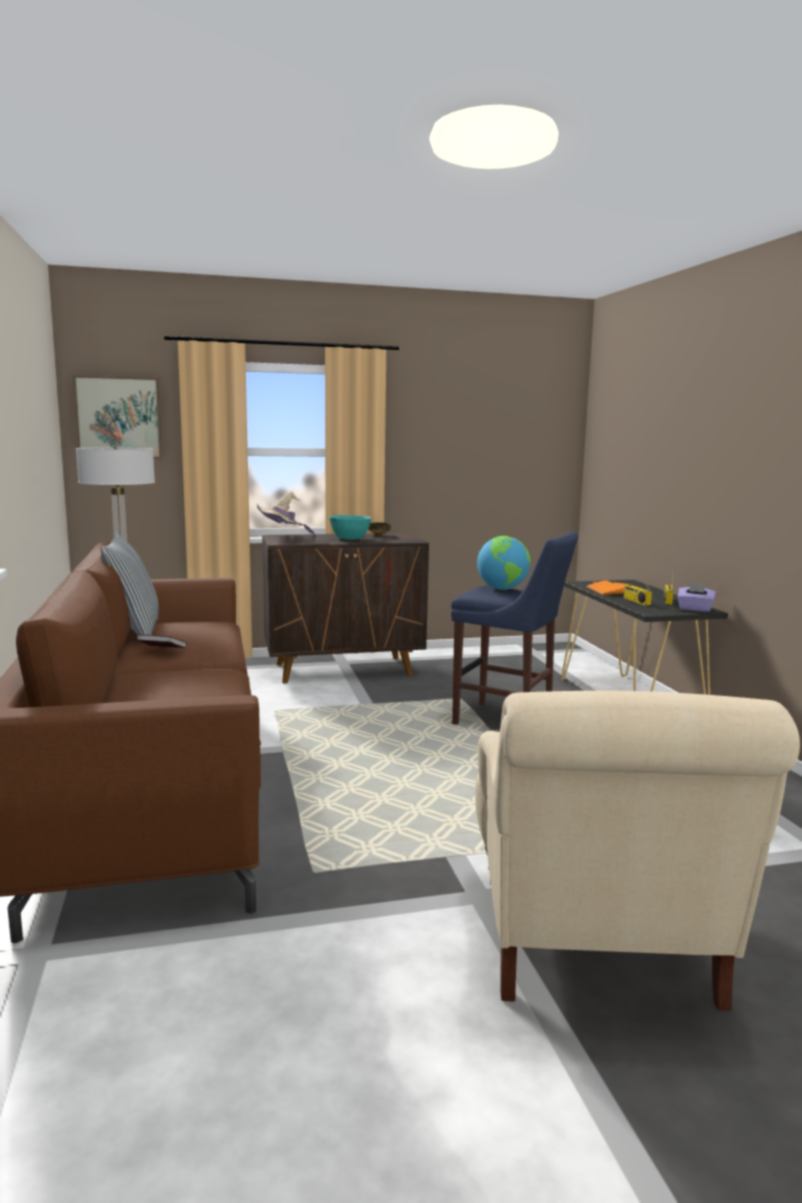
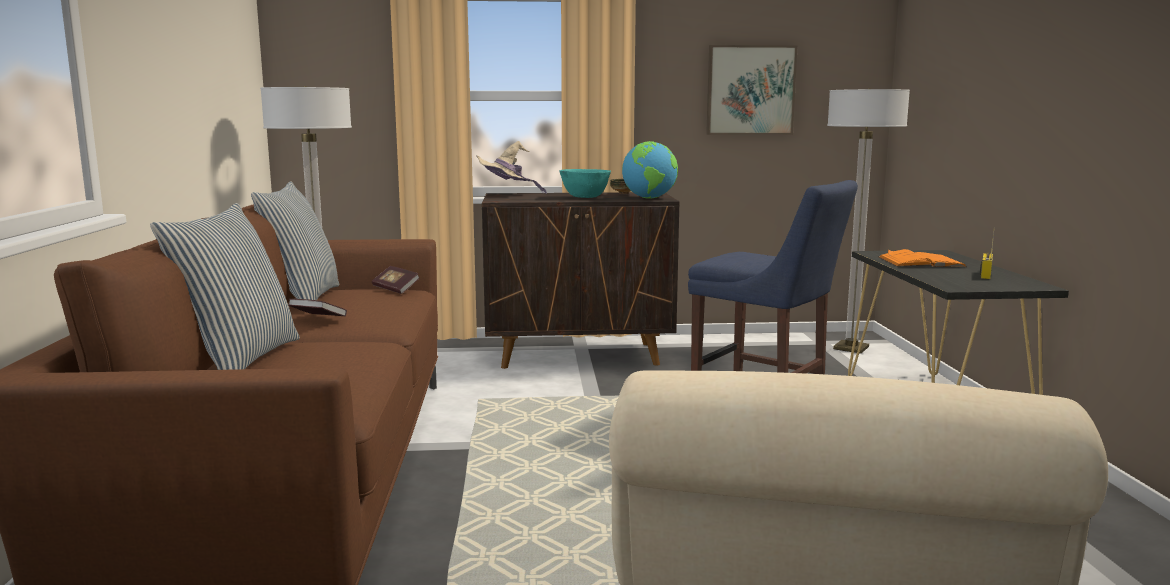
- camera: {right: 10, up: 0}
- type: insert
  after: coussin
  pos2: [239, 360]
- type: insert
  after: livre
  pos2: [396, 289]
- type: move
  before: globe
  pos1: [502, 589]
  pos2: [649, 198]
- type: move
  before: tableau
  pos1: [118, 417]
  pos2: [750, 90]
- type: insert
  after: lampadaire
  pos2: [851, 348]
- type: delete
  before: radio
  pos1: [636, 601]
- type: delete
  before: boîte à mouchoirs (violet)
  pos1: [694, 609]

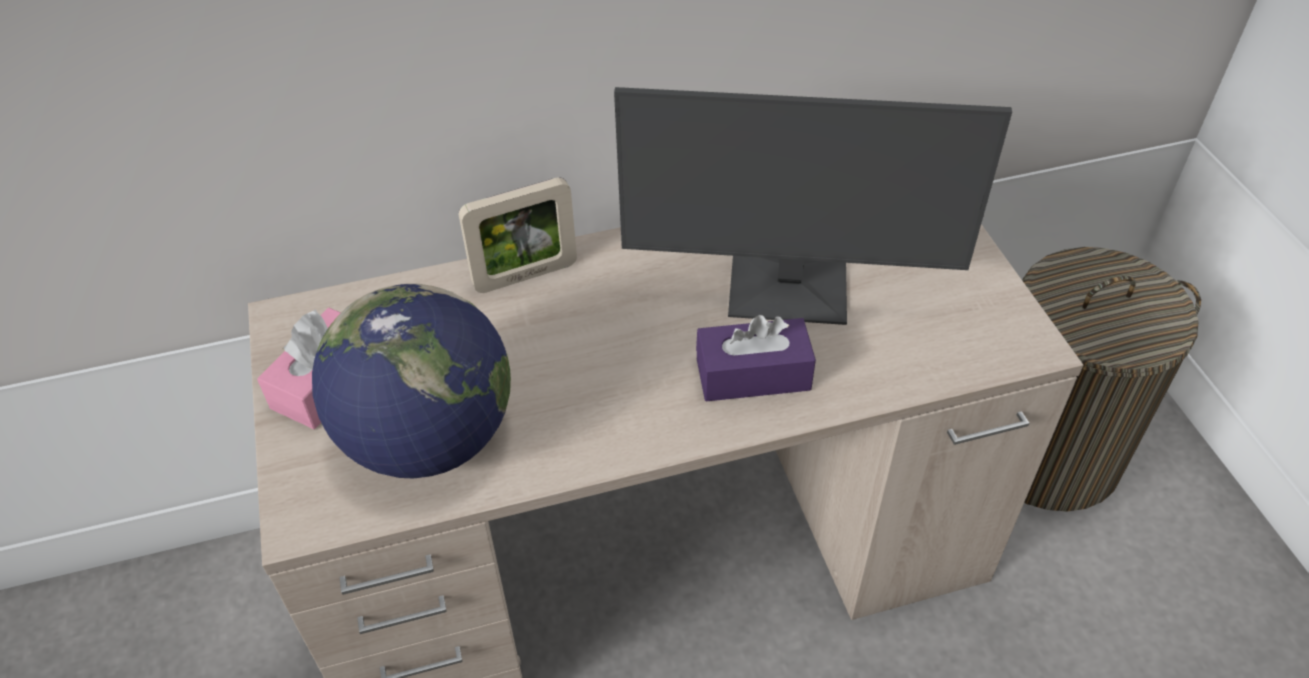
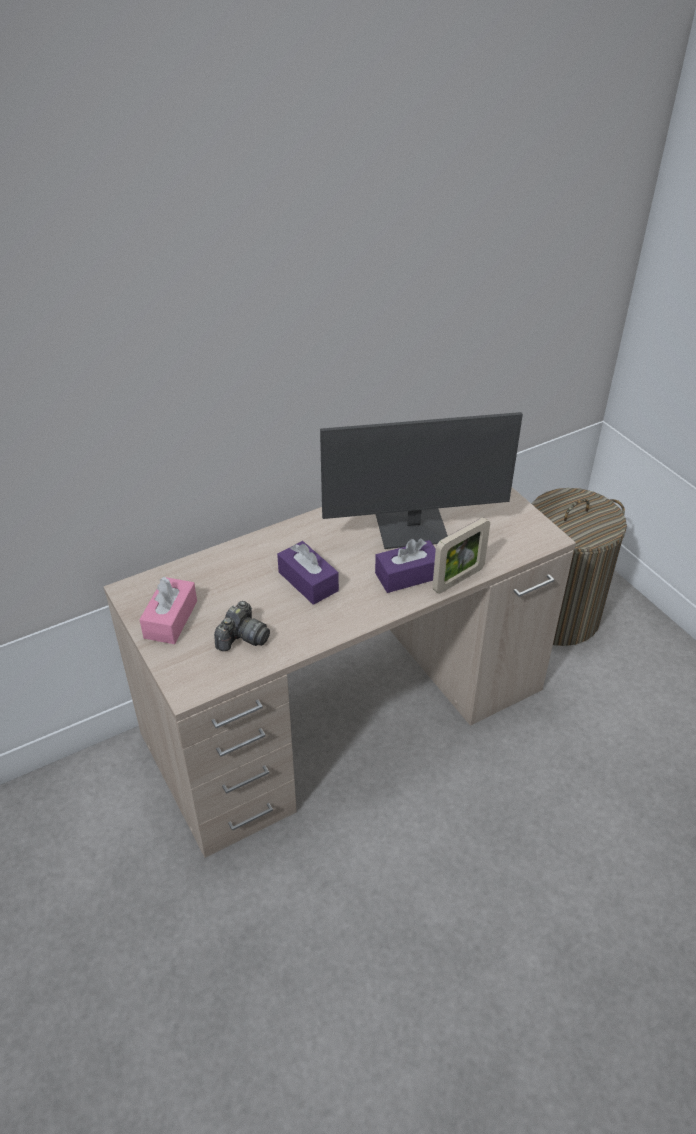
- camera: {right: -15, up: -5}
- type: replace
  before: globe
  after: appareil photo
  pos1: [429, 439]
  pos2: [242, 638]
- type: insert
  after: boîte à mouchoirs (violet)
  pos2: [308, 581]
- type: move
  before: cadre photo
  pos1: [525, 276]
  pos2: [458, 579]

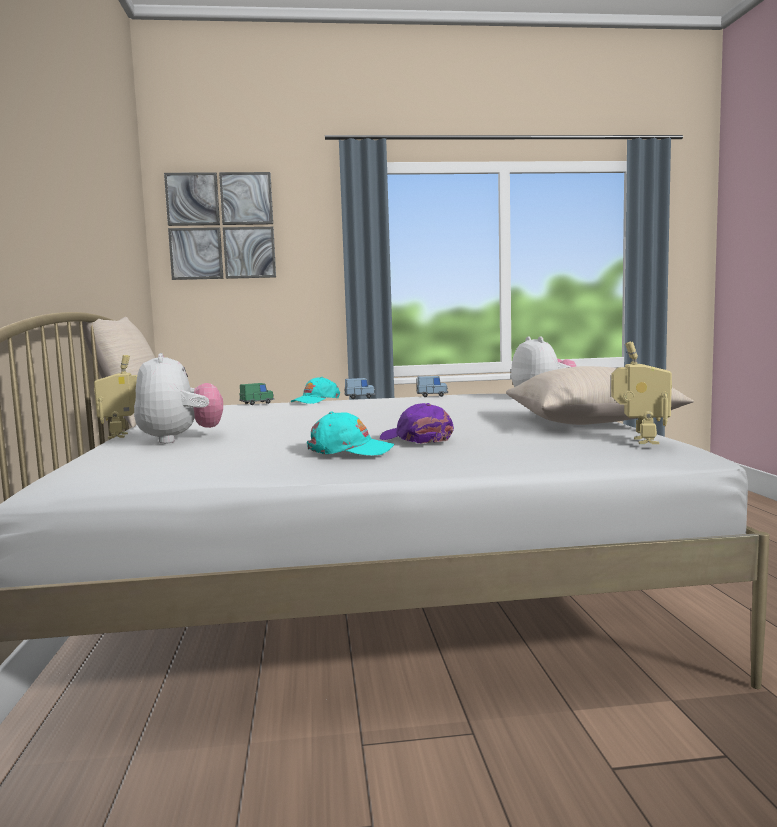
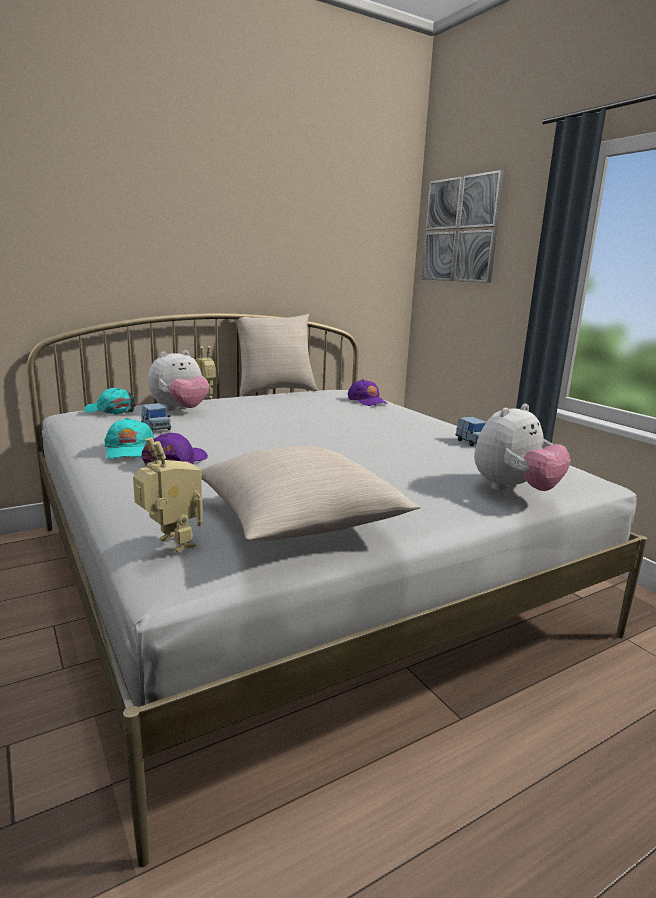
- camera: {right: 65, up: 10}
- type: move
  before: casquette (turquoise)
  pos1: [315, 401]
  pos2: [110, 410]
- type: rotate
  before: robot jouet
  pos1: [639, 441]
  pos2: [171, 544]
  turn: -120
- type: move
  before: petite voiture (bleu)
  pos1: [359, 397]
  pos2: [156, 428]
- type: replace
  before: petite voiture (vert)
  after: casquette (violet)
  pos1: [257, 403]
  pos2: [367, 401]

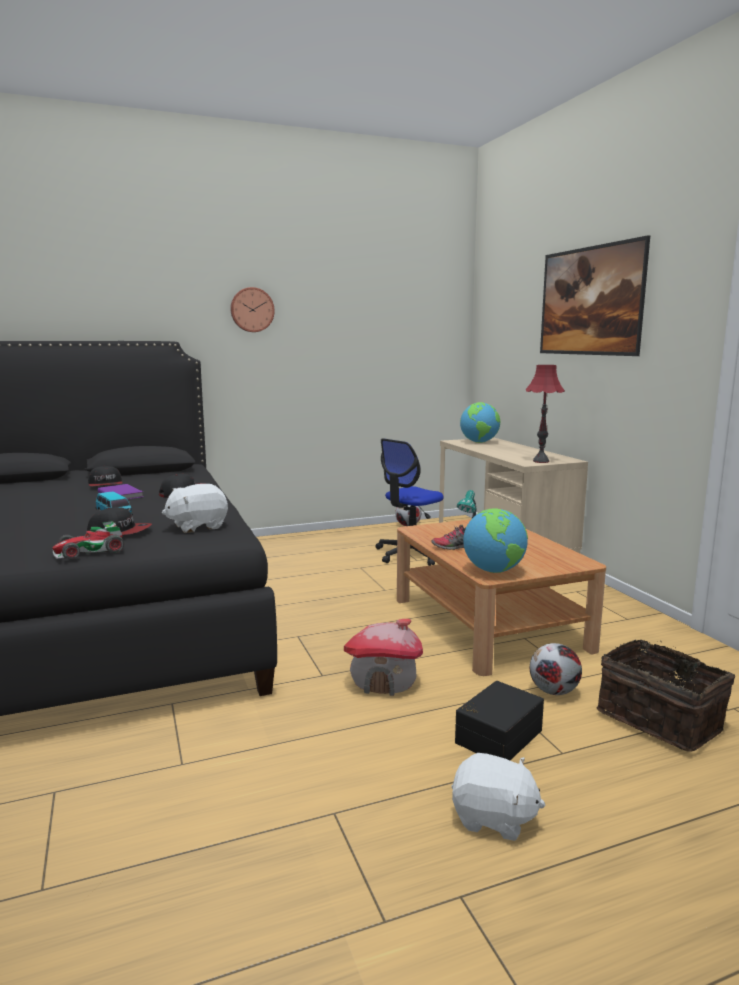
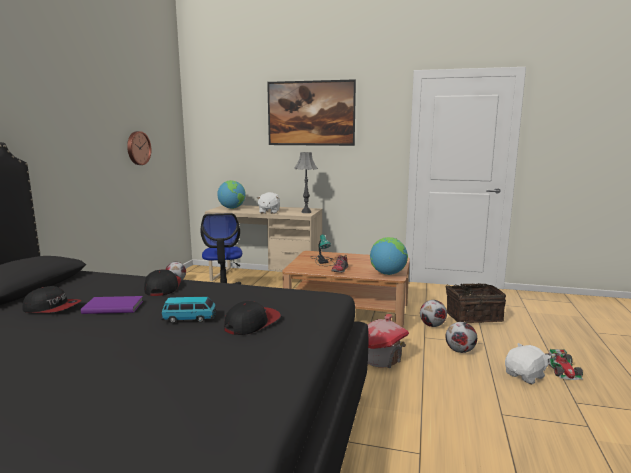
- camera: {right: -55, up: 0}
- type: move
  before: horloge murale
  pos1: [252, 310]
  pos2: [137, 148]
- type: move
  before: peluche (blanc)
  pos1: [197, 526]
  pos2: [269, 212]
- type: recolor
  before: lampe de table (rouge)
  after: lampe de table (gris)
  pos1: [540, 461]
  pos2: [306, 212]
- type: replace
  before: boîte de rangement (noir)
  after: ballon de foot
  pos1: [497, 735]
  pos2: [460, 351]
- type: move
  before: petite voiture
  pos1: [89, 551]
  pos2: [563, 370]

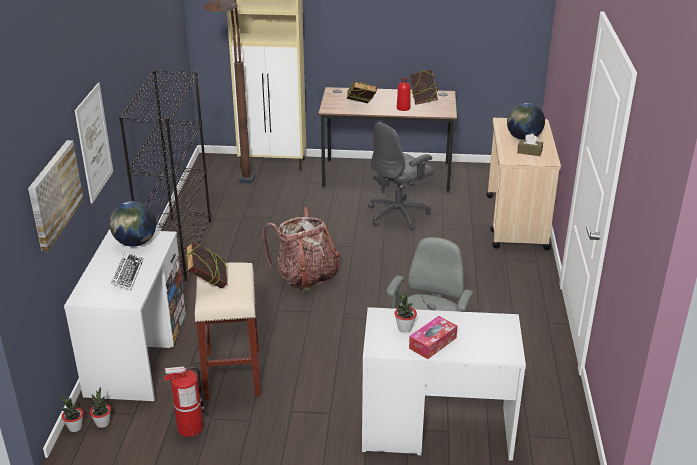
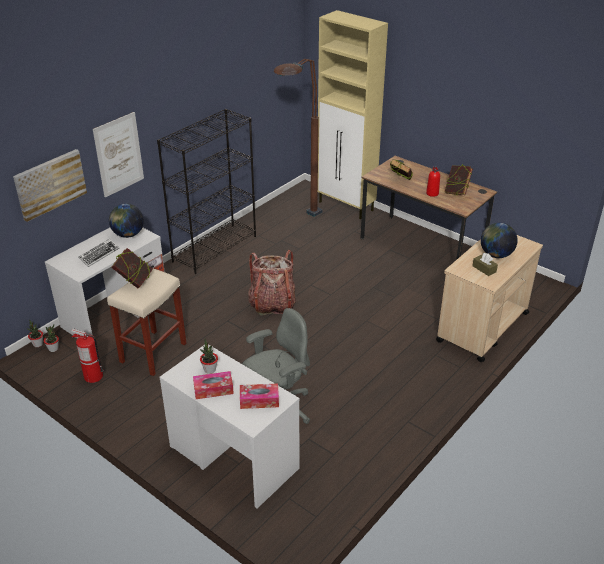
- camera: {right: 35, up: 5}
- type: insert
  after: boîte à mouchoirs
  pos2: [259, 400]
- type: delete
  before: chaise de bureau (gris)
  pos1: [398, 215]

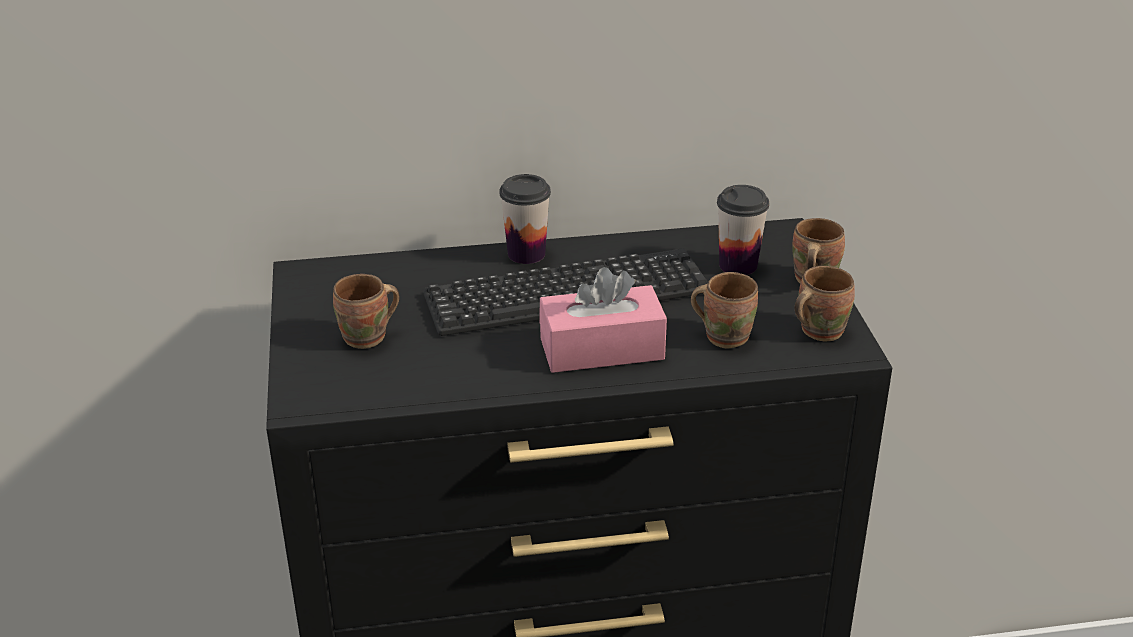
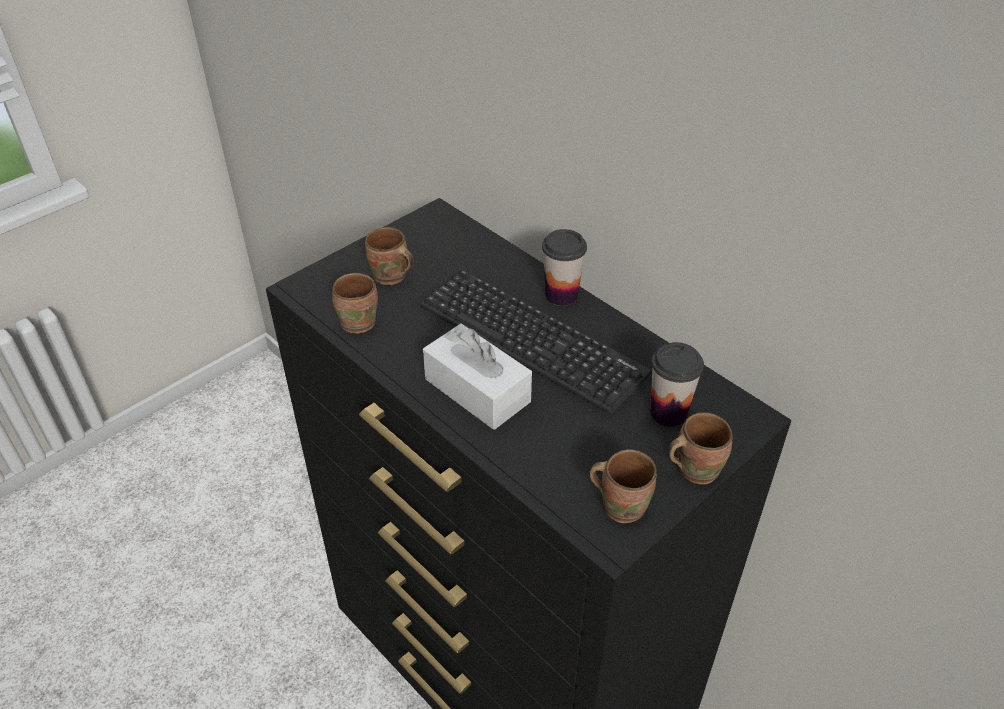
- camera: {right: 55, up: 10}
- type: move
  before: mug (marron)
  pos1: [725, 335]
  pos2: [359, 321]
- type: recolor
  before: boîte à mouchoirs (rose)
  after: boîte à mouchoirs (blanc)
  pos1: [602, 349]
  pos2: [477, 390]

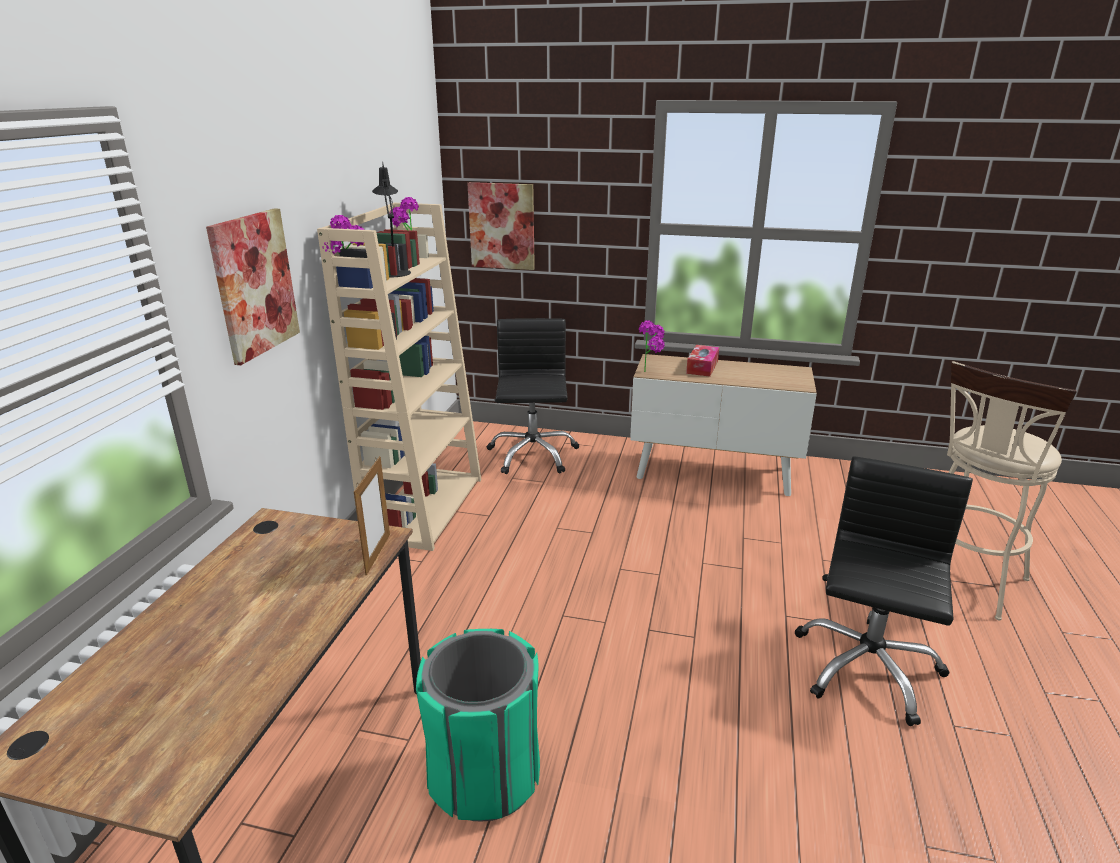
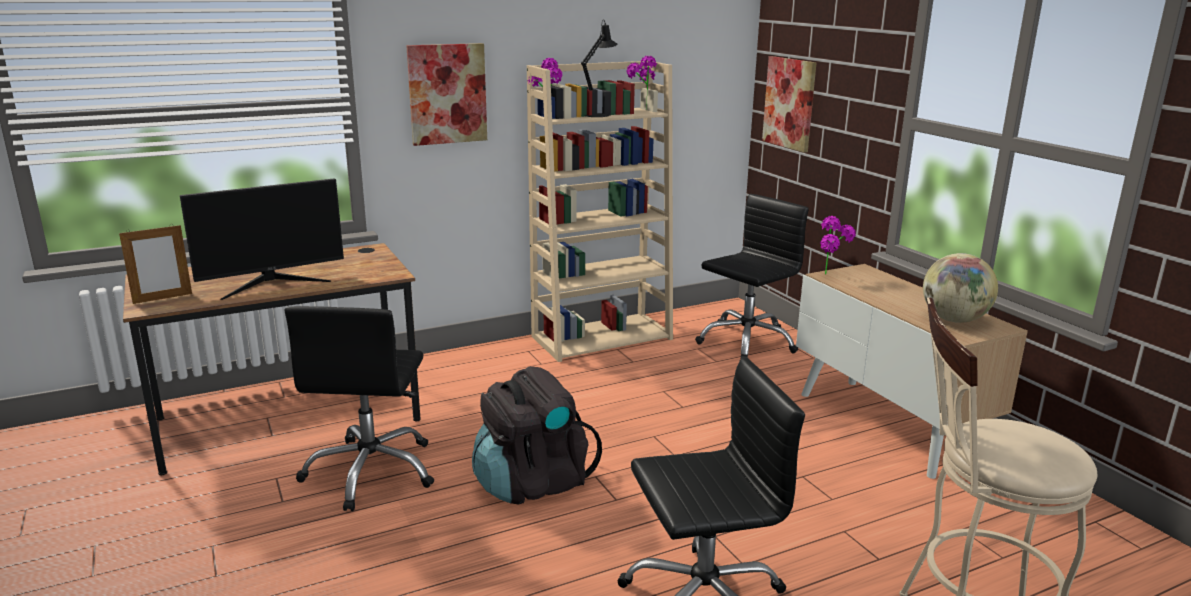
- camera: {right: 50, up: -5}
- type: move
  before: cadre photo
  pos1: [378, 554]
  pos2: [162, 298]
- type: insert
  after: écran d'ordinateur
  pos2: [272, 283]
- type: replace
  before: poubelle (vert)
  after: chaise de bureau (noir)
  pos1: [485, 776]
  pos2: [371, 472]
- type: insert
  after: sac à dos (noir)
  pos2: [532, 483]
- type: insert
  after: globe
  pos2: [954, 320]
- type: delete
  before: boîte à mouchoirs
  pos1: [702, 367]

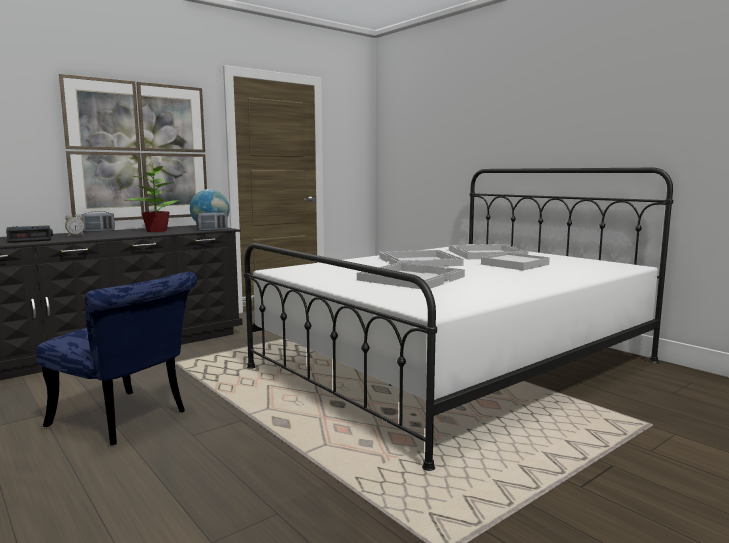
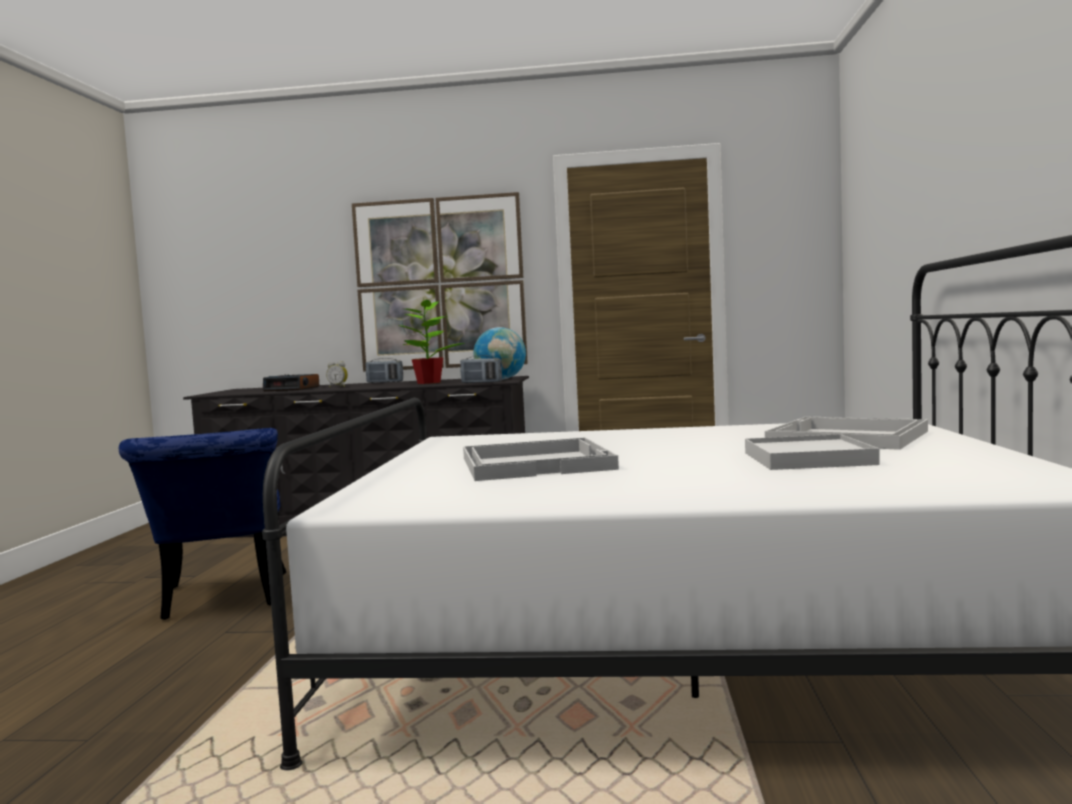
- camera: {right: 45, up: -5}
- type: delete
  before: plateau (blanc)
  pos1: [420, 261]

